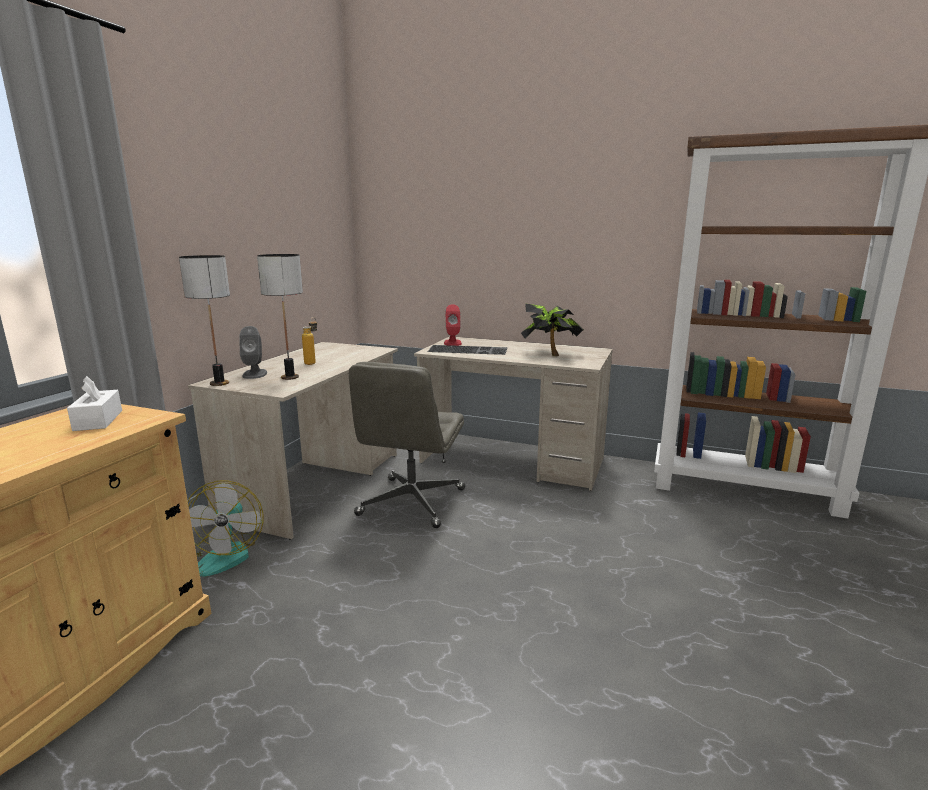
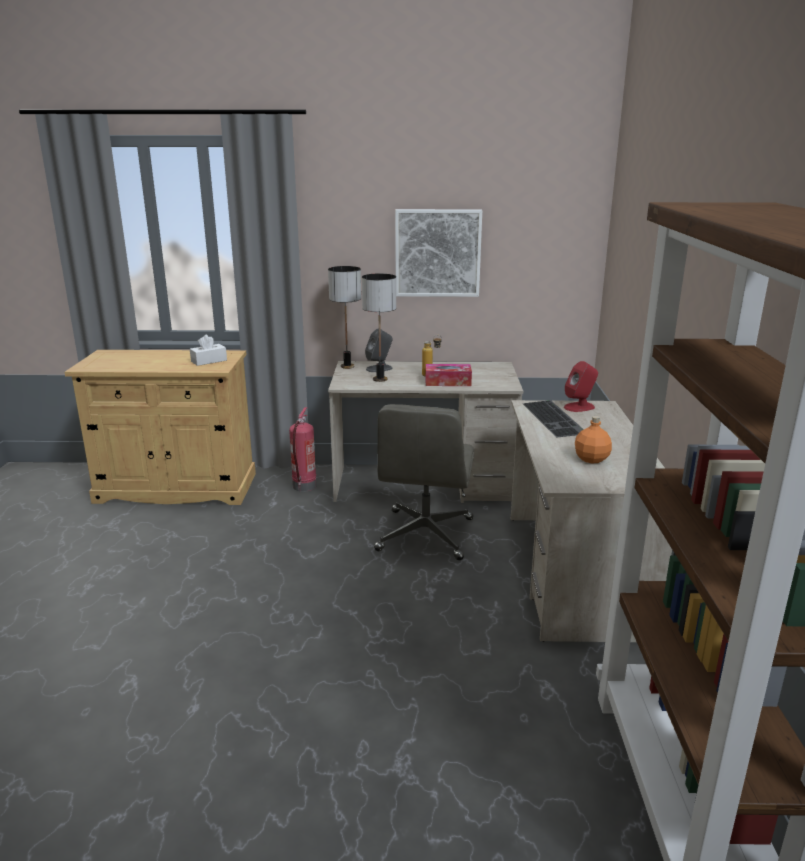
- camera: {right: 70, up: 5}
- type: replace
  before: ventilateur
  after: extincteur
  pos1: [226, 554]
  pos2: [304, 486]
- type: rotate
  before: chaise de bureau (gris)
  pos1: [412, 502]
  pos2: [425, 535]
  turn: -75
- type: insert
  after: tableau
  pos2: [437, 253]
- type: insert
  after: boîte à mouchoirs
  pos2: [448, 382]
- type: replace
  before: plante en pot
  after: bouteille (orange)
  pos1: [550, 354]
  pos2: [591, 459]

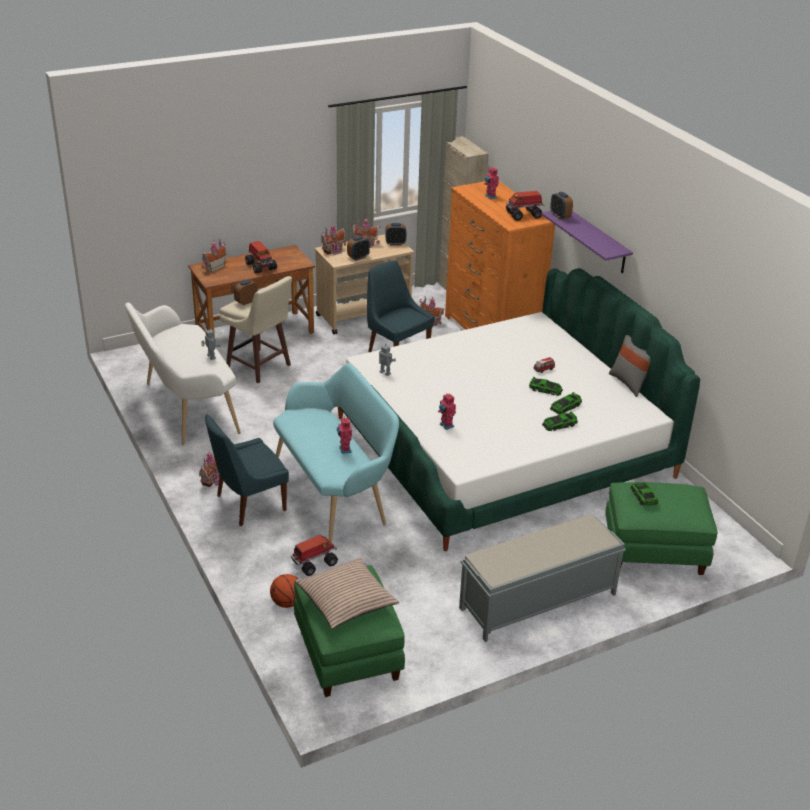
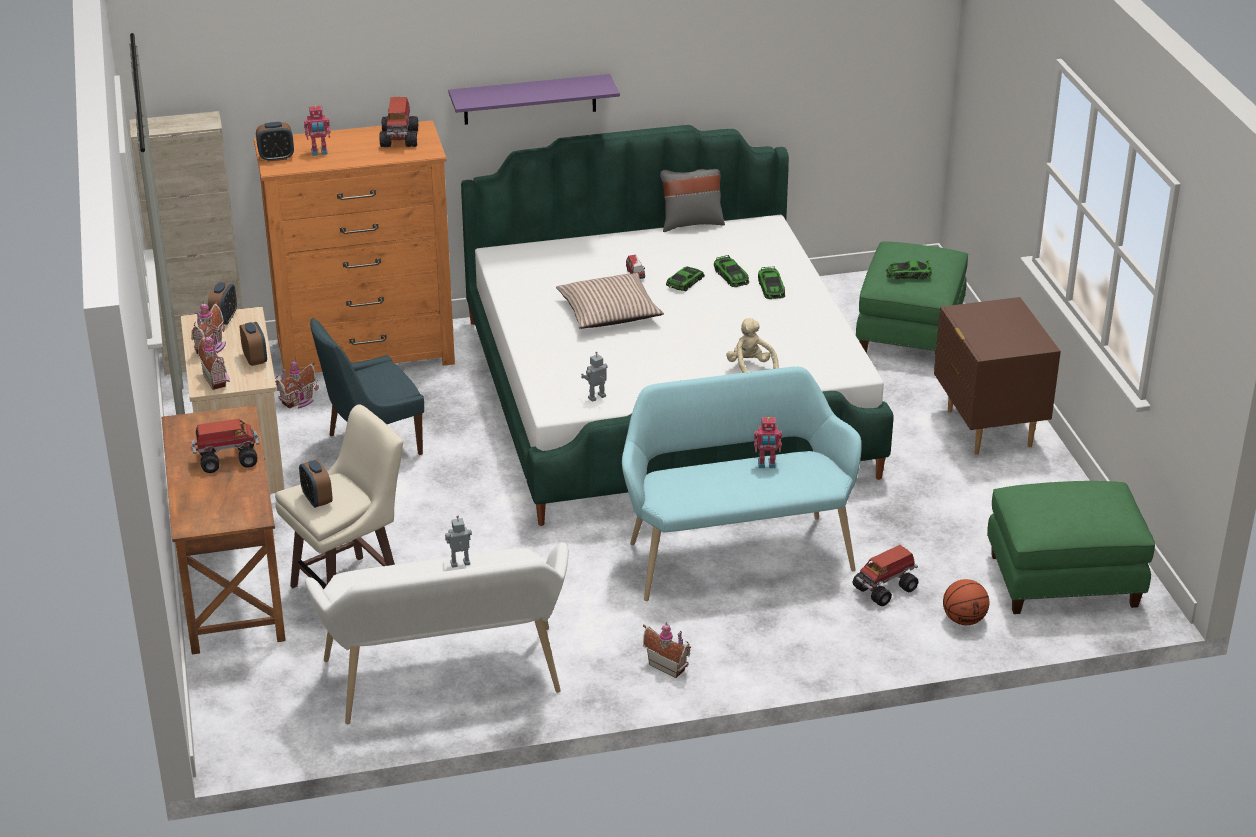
- camera: {right: -75, up: 0}
- type: move
  before: réveil
  pos1: [560, 216]
  pos2: [276, 157]
- type: move
  before: coussin
  pos1: [346, 600]
  pos2: [609, 312]
- type: replace
  before: robot jouet
  after: peluche (beige)
  pos1: [446, 426]
  pos2: [750, 368]
- type: rotate
  before: camion jouet
  pos1: [313, 563]
  pos2: [886, 588]
  turn: -105
- type: replace
  before: banc (gris)
  after: table de chevet (marron)
  pos1: [537, 601]
  pos2: [988, 429]
- type: delete
  before: maison miniature
  pos1: [214, 267]
- type: delete
  before: chaise (bleu)
  pos1: [248, 504]

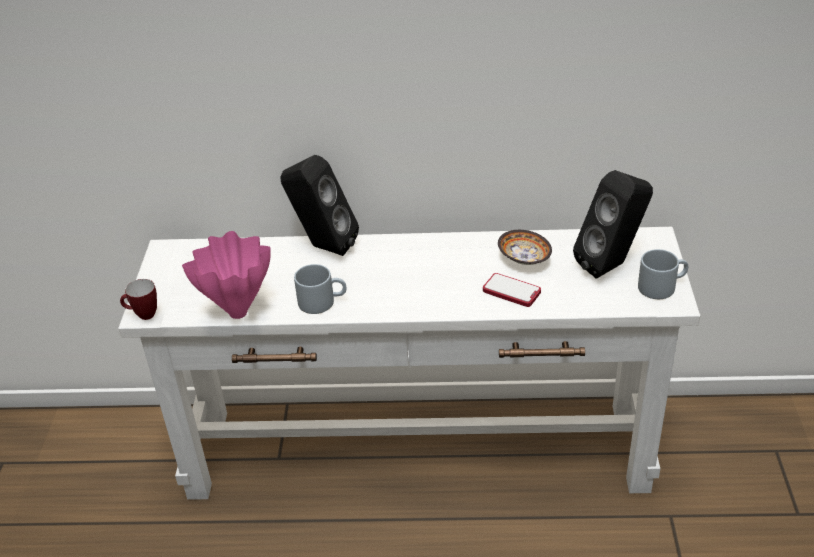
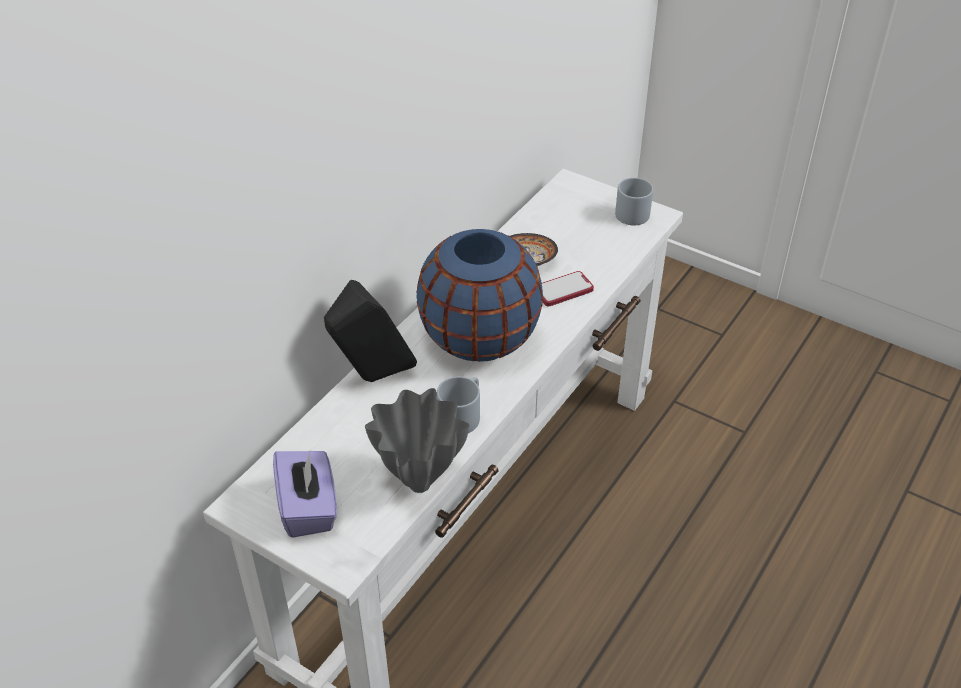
- camera: {right: -60, up: 5}
- type: insert
  after: boîte à mouchoirs (violet)
  pos2: [309, 508]
- type: recolor
  before: vase (rose)
  after: vase (gris)
  pos1: [240, 312]
  pos2: [420, 482]
- type: insert
  after: vase (bleu)
  pos2: [480, 338]
- type: delete
  before: mug
  pos1: [142, 315]
- type: delete
  before: enceinte (noir)
  pos1: [612, 265]

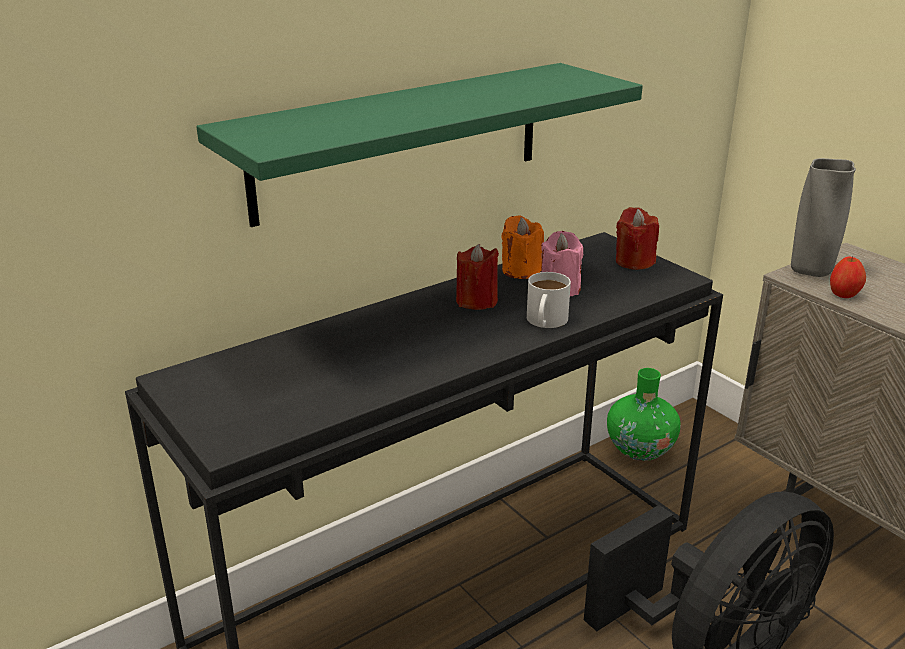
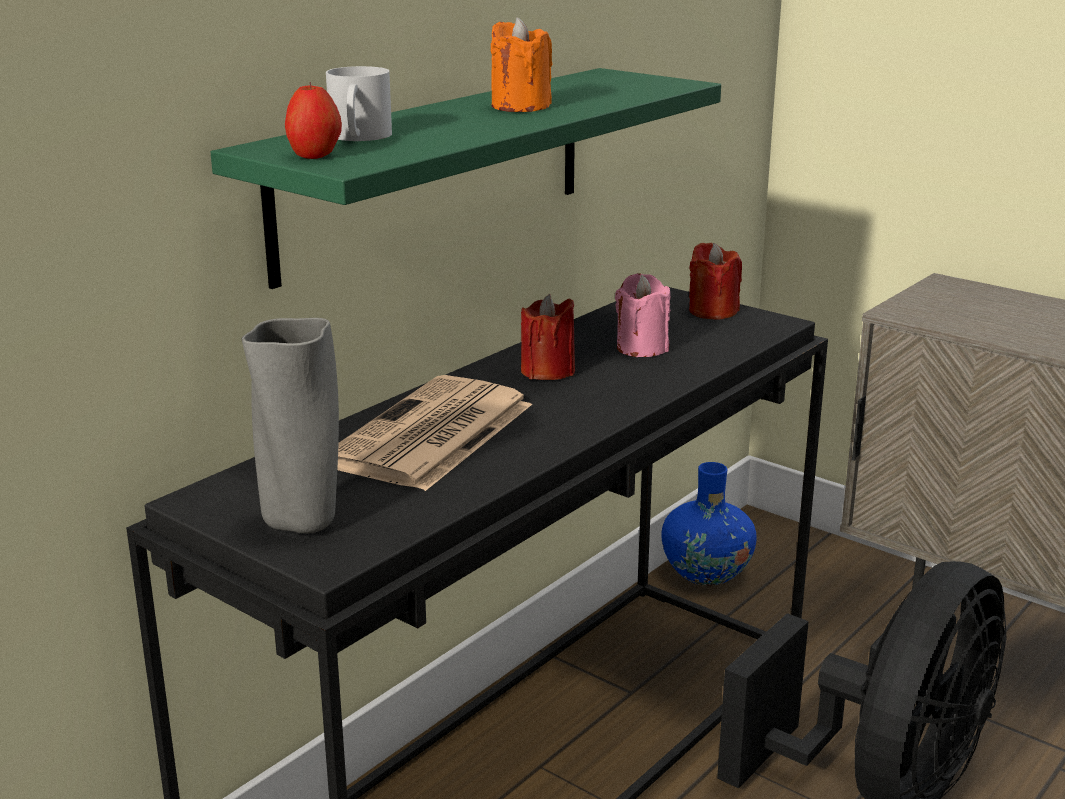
- camera: {right: -15, up: -5}
- type: move
  before: vase (gris)
  pos1: [810, 272]
  pos2: [302, 524]
- type: move
  before: pomme
  pos1: [843, 294]
  pos2: [315, 155]
- type: move
  before: mug (blanc)
  pos1: [545, 322]
  pos2: [358, 137]
- type: insert
  after: journal
  pos2: [431, 435]
- type: move
  before: bougie (orange)
  pos1: [521, 270]
  pos2: [520, 106]
- type: recolor
  before: vase (vert)
  after: vase (bleu)
  pos1: [640, 449]
  pos2: [706, 572]

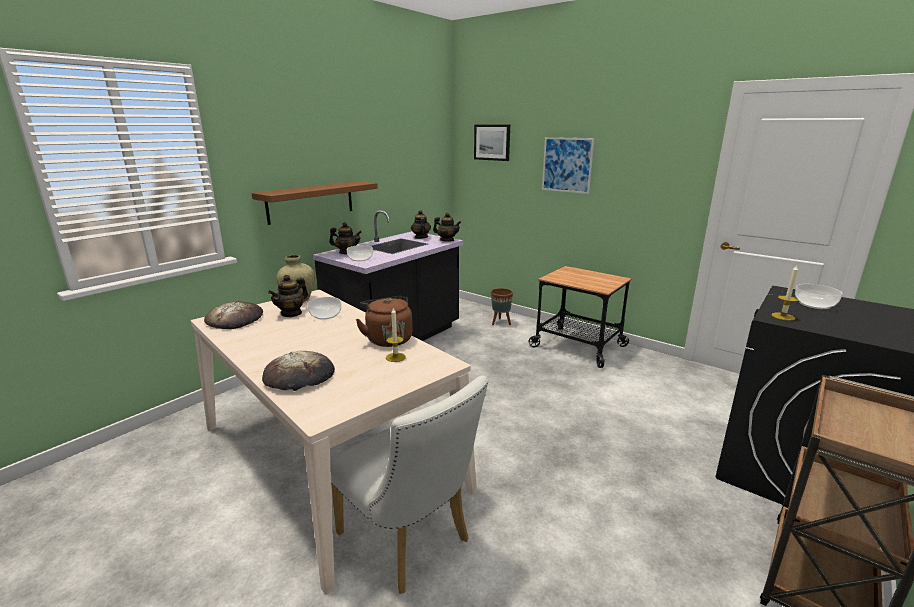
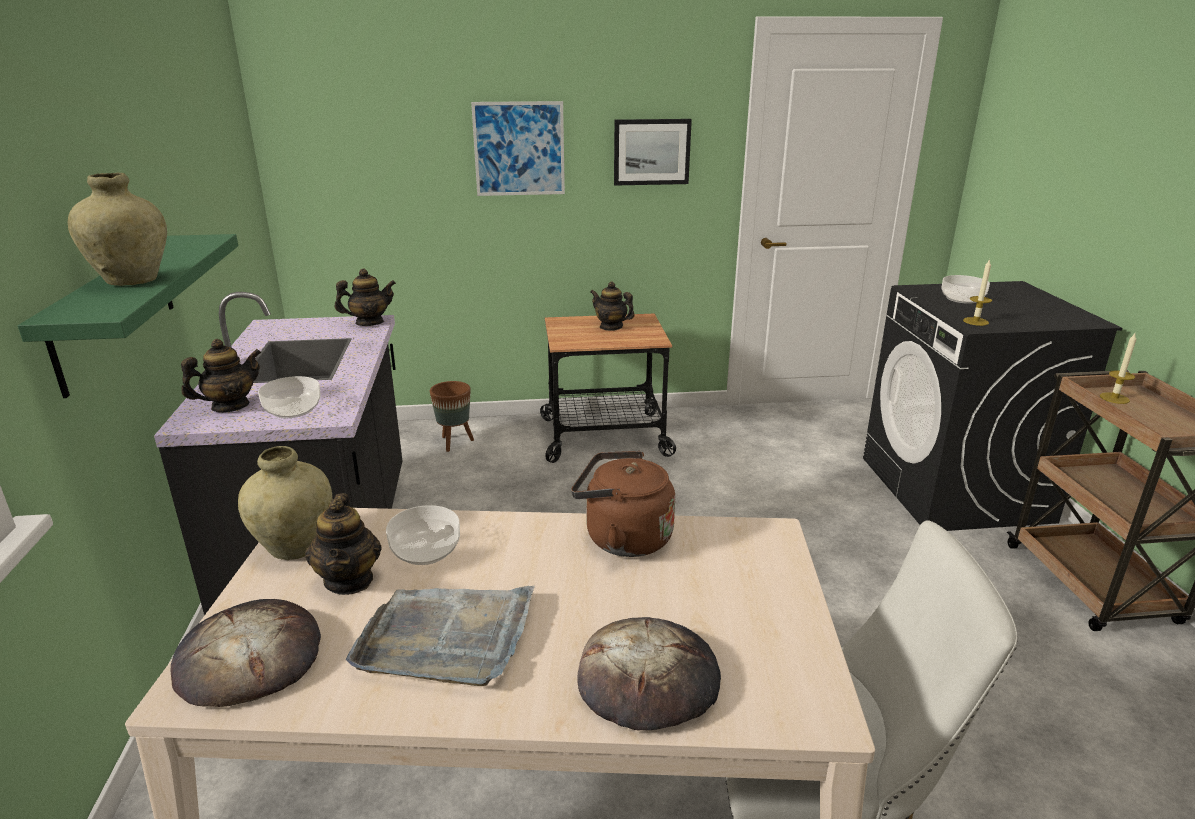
- camera: {right: -45, up: 5}
- type: recolor
  before: étagère (marron)
  after: étagère (vert)
  pos1: [311, 202]
  pos2: [114, 310]
- type: insert
  after: vase (beige)
  pos2: [132, 281]
- type: insert
  after: plateau (gris)
  pos2: [447, 637]
- type: move
  before: théière
  pos1: [421, 237]
  pos2: [611, 327]
- type: move
  before: tableau
  pos1: [492, 142]
  pos2: [651, 152]
- type: move
  before: bougie
  pos1: [395, 357]
  pos2: [1114, 398]

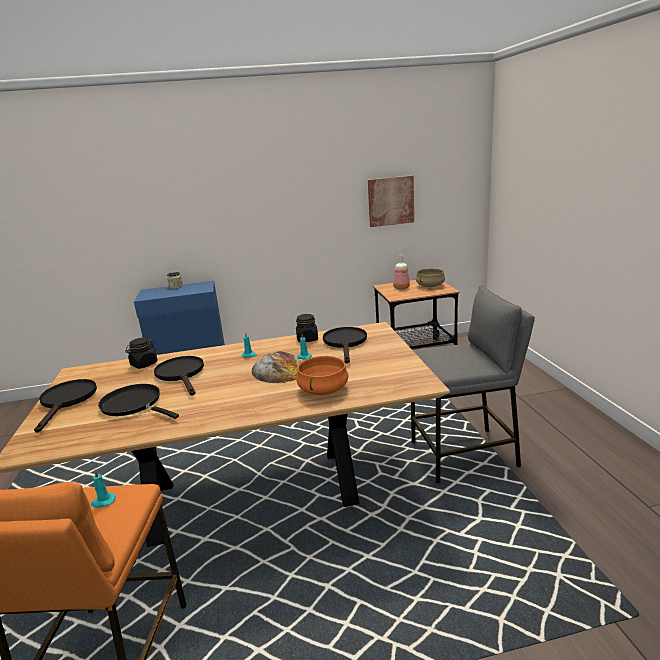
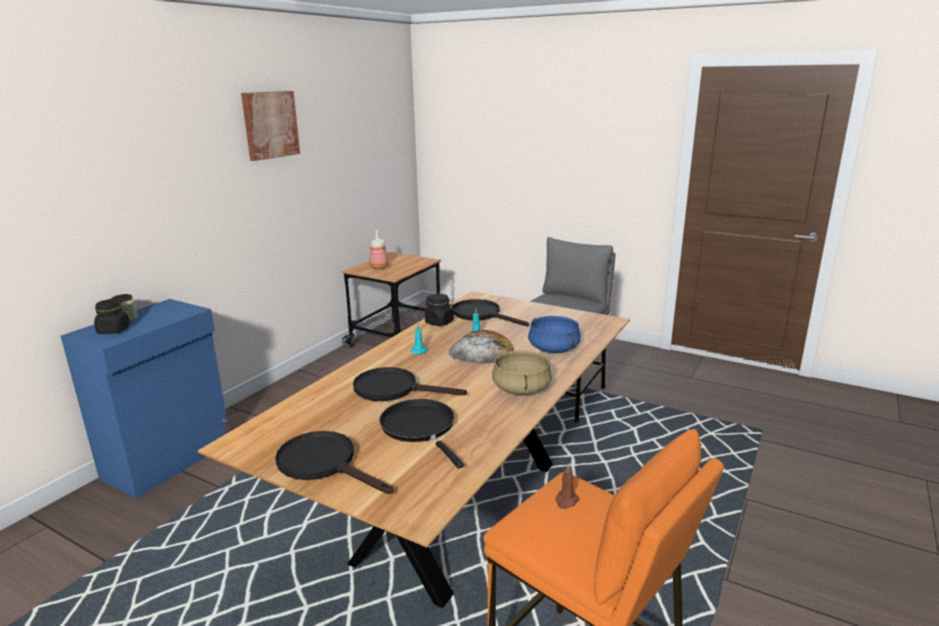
- camera: {right: -50, up: 0}
- type: move
  before: bocal (noir)
  pos1: [144, 364]
  pos2: [113, 330]
- type: move
  before: tableau
  pos1: [390, 201]
  pos2: [270, 125]
- type: rotate
  before: poêle (noir)
  pos1: [134, 404]
  pos2: [420, 428]
  turn: 75
- type: move
  before: marmite (beige)
  pos1: [430, 285]
  pos2: [520, 389]
- type: recolor
  before: marmite (orange)
  after: marmite (bleu)
  pos1: [323, 389]
  pos2: [553, 349]
- type: recolor
  before: bougie (turquoise)
  after: bougie (marron)
  pos1: [103, 502]
  pos2: [566, 501]

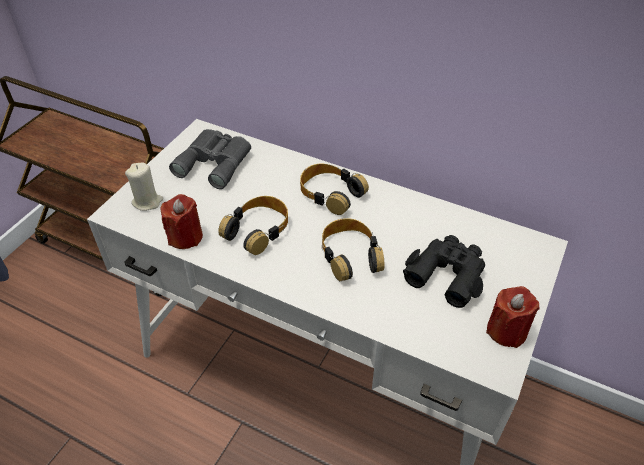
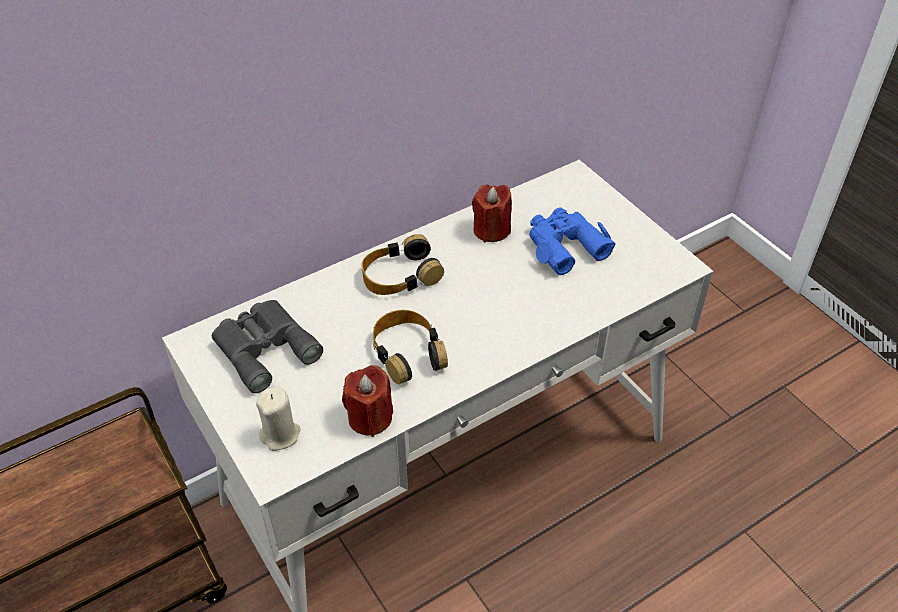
- camera: {right: -60, up: 0}
- type: move
  before: bougie (rouge)
  pos1: [506, 331]
  pos2: [491, 230]
- type: recolor
  before: jumelles (noir)
  after: jumelles (bleu)
  pos1: [447, 274]
  pos2: [564, 246]
- type: delete
  before: casque audio
  pos1: [350, 255]

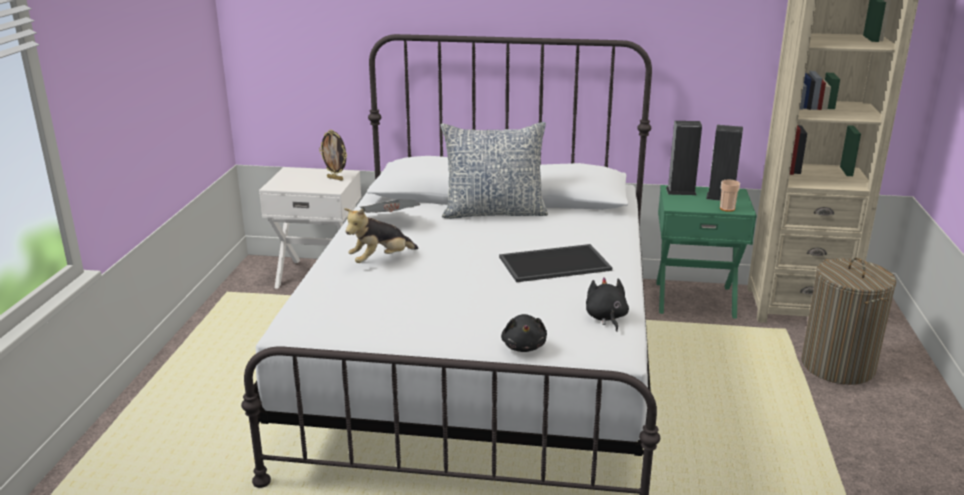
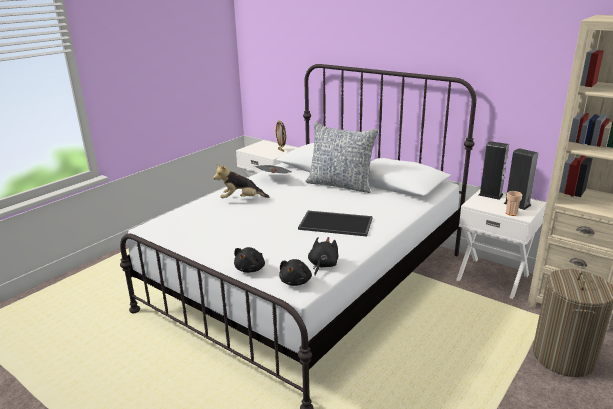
- camera: {right: 30, up: 0}
- type: insert
  after: peluche (noir)
  pos2: [296, 281]
- type: recolor
  before: table de chevet (vert)
  after: table de chevet (blanc)
  pos1: [694, 298]
  pos2: [493, 277]

